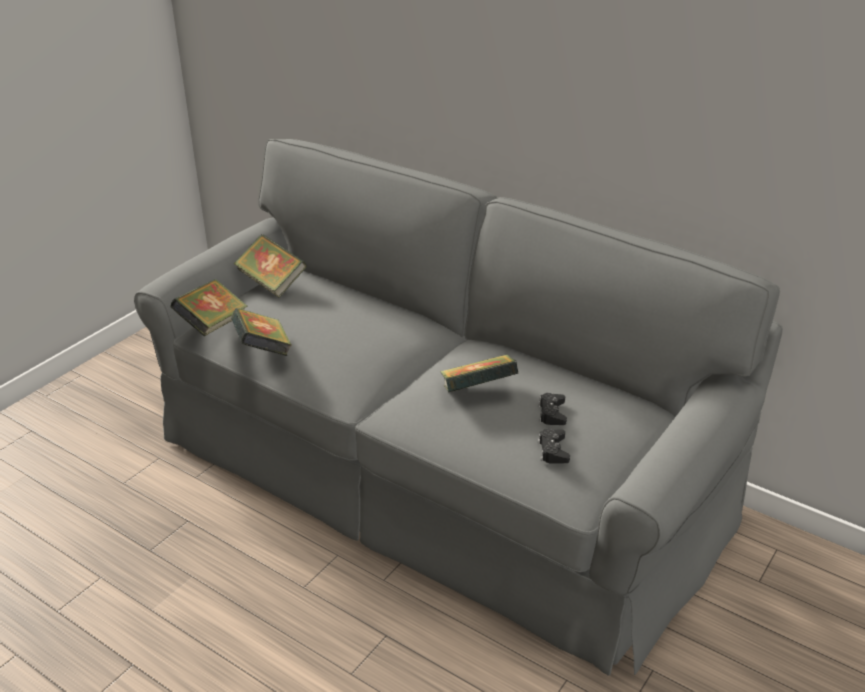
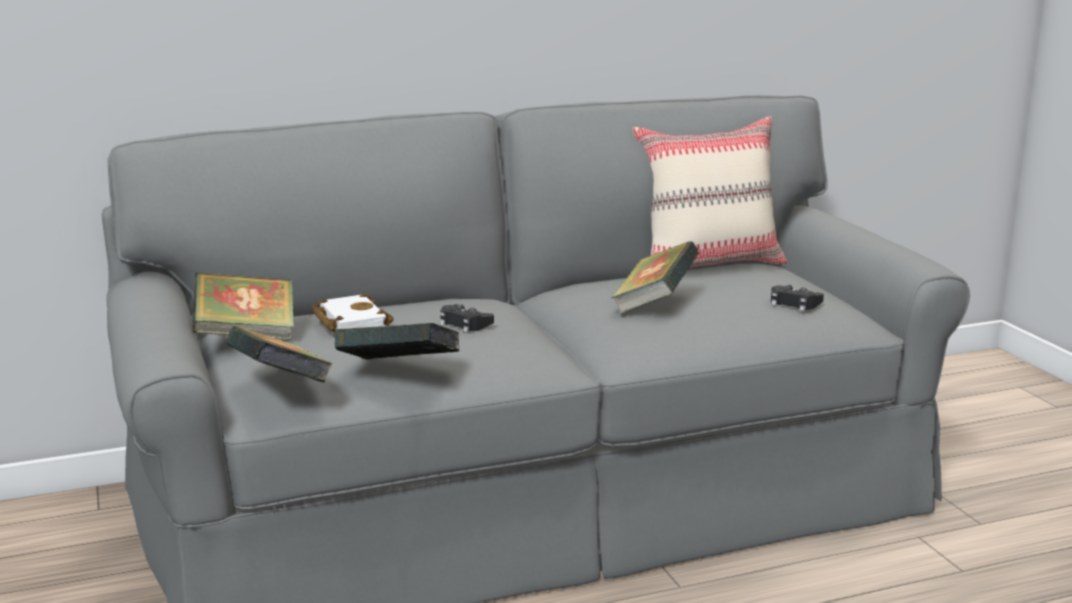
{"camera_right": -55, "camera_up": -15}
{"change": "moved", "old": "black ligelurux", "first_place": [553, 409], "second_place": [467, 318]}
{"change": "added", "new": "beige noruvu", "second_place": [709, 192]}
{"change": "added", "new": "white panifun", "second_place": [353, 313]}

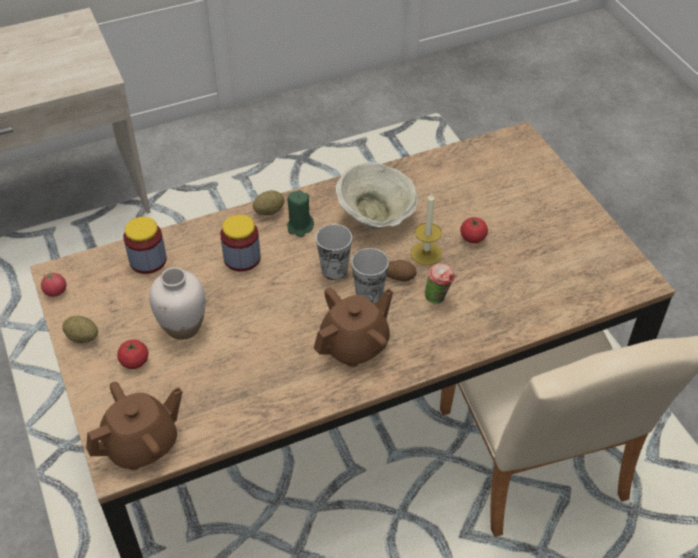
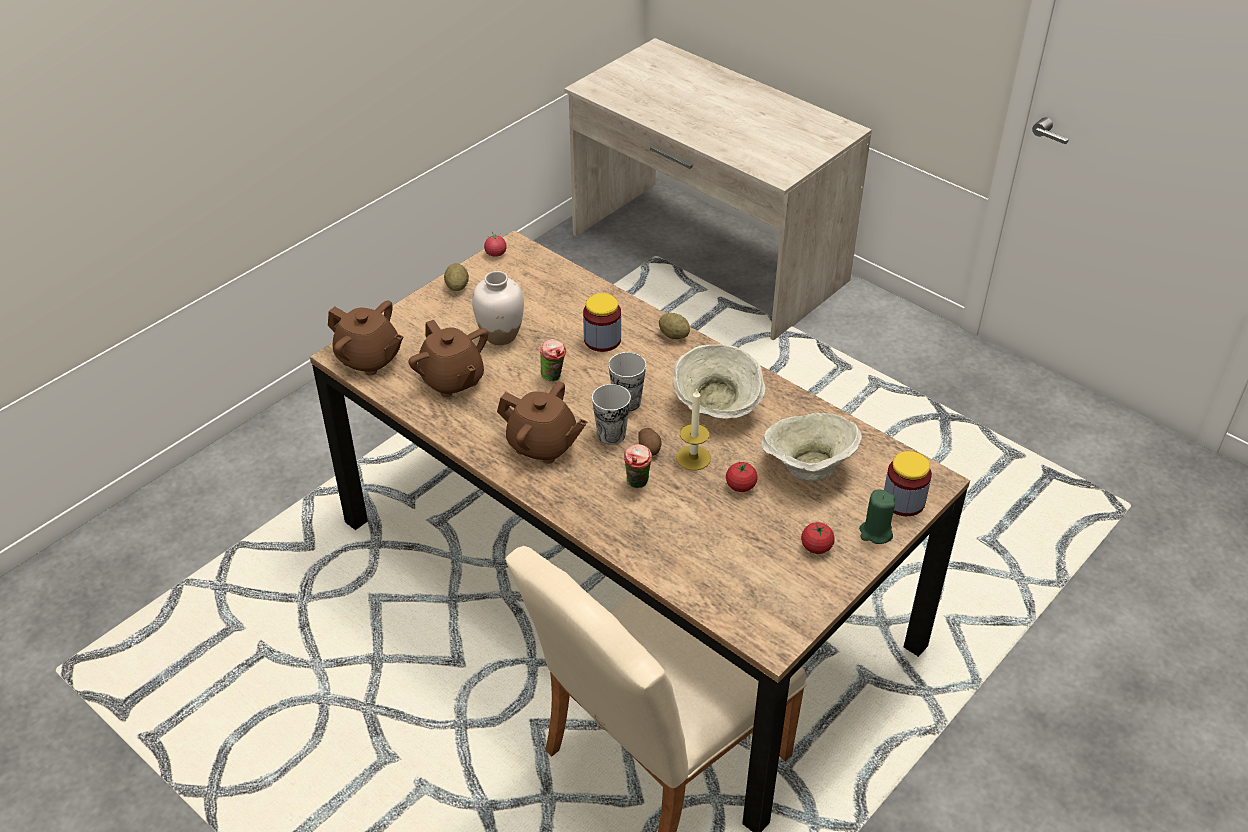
{"camera_right": 65, "camera_up": -5}
{"change": "moved", "old": "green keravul", "first_place": [300, 213], "second_place": [877, 517]}
{"change": "moved", "old": "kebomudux", "first_place": [145, 245], "second_place": [908, 483]}
{"change": "moved", "old": "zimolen", "first_place": [133, 354], "second_place": [818, 538]}
{"change": "added", "new": "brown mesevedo", "second_place": [448, 358]}
{"change": "added", "new": "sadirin", "second_place": [553, 360]}
{"change": "added", "new": "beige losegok", "second_place": [812, 447]}

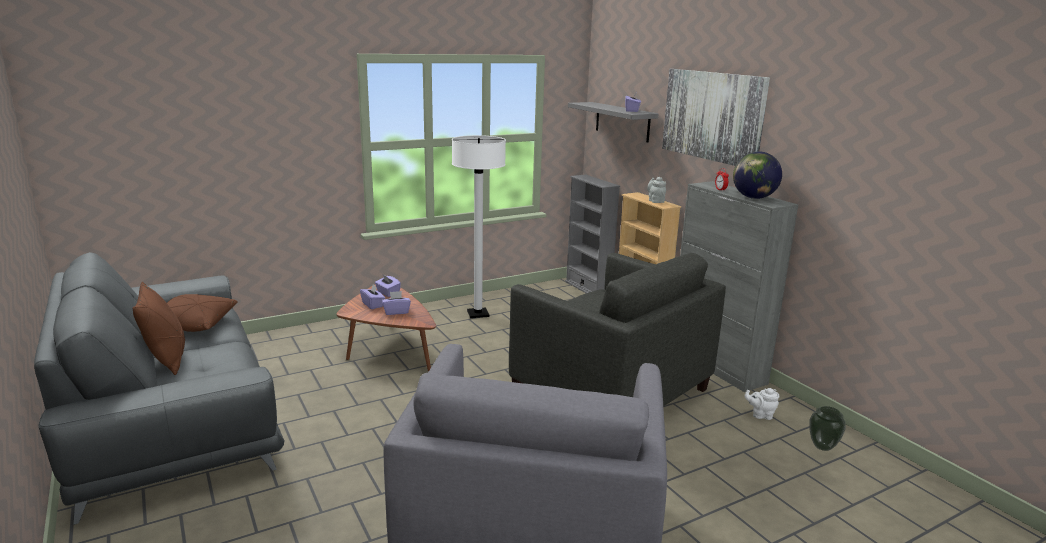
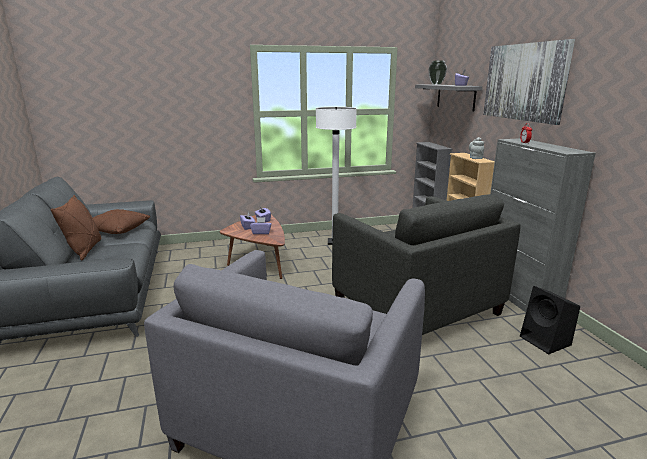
{"camera_right": 15, "camera_up": 0}
{"change": "removed", "old": "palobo", "first_place": [757, 175]}
{"change": "replaced", "old": "white mesevedo", "new": "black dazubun", "first_place": [762, 404], "second_place": [550, 320]}
{"change": "moved", "old": "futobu", "first_place": [827, 428], "second_place": [437, 73]}

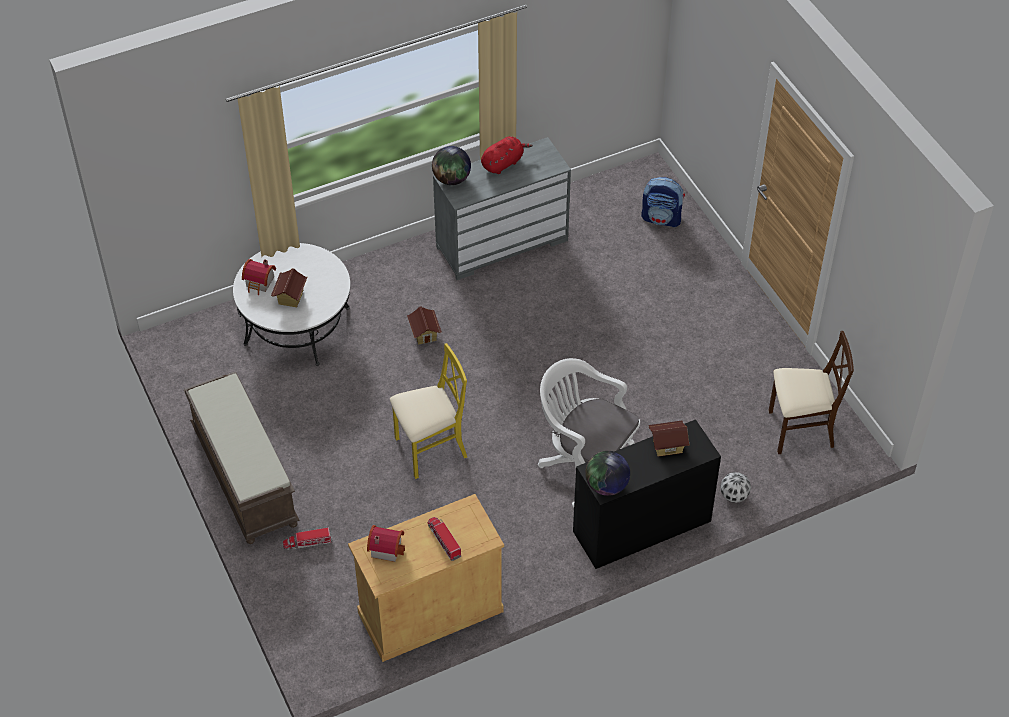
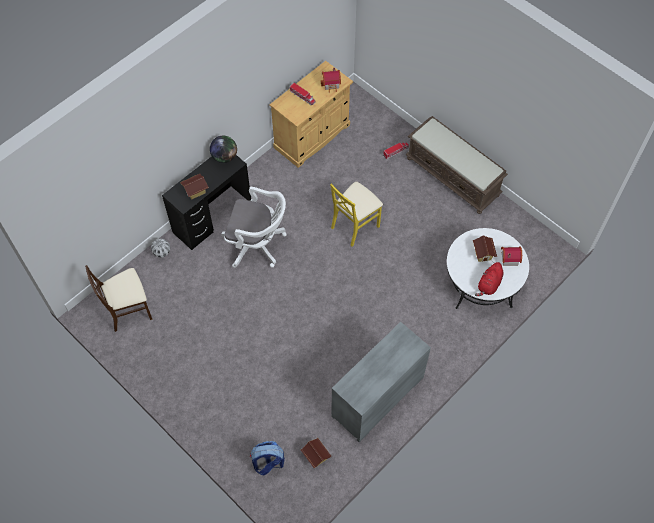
{"camera_right": 160, "camera_up": 10}
{"change": "moved", "old": "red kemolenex", "first_place": [507, 155], "second_place": [489, 279]}
{"change": "removed", "old": "palobo", "first_place": [451, 165]}
{"change": "moved", "old": "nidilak", "first_place": [424, 325], "second_place": [316, 453]}

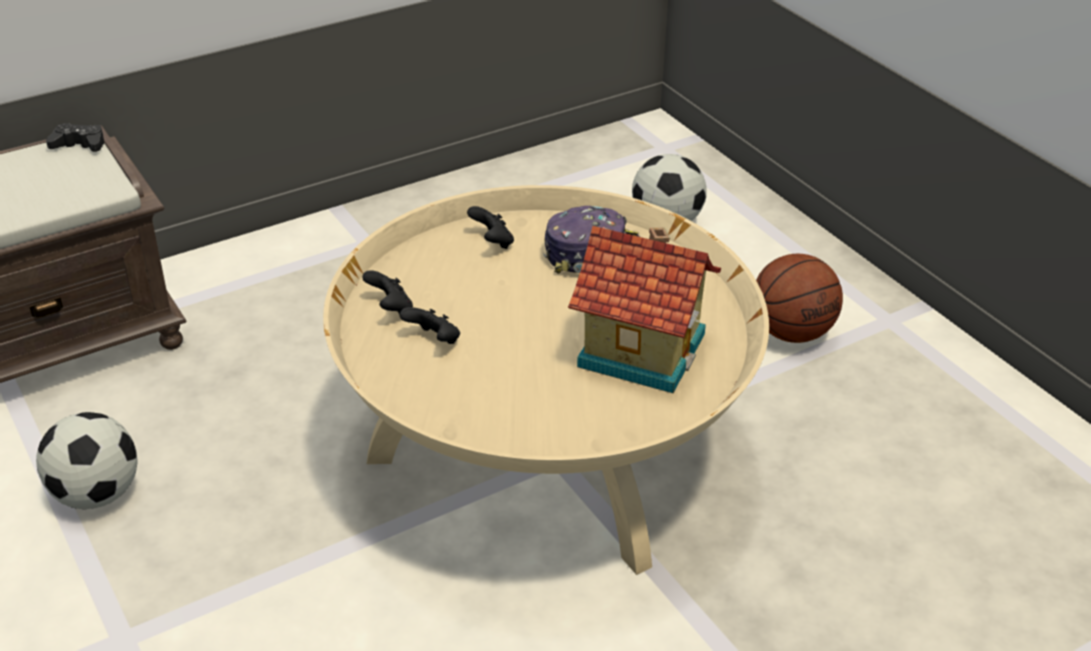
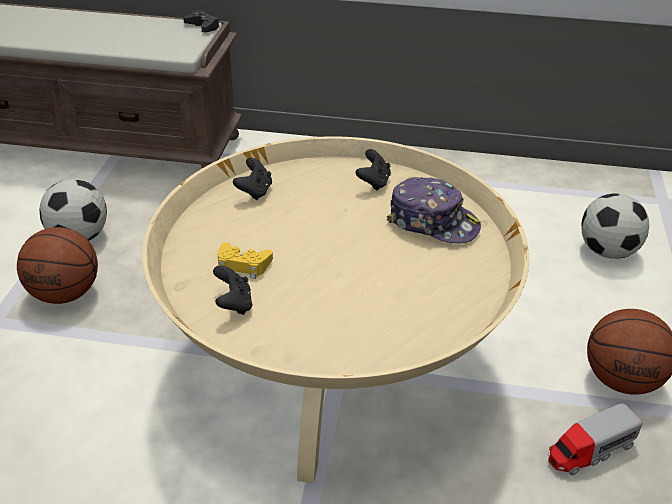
{"camera_right": 40, "camera_up": 0}
{"change": "removed", "old": "nidilak", "first_place": [644, 309]}
{"change": "moved", "old": "black ligelurux", "first_place": [430, 325], "second_place": [233, 290]}
{"change": "added", "new": "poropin", "second_place": [57, 265]}
{"change": "added", "new": "yellow ligelurux", "second_place": [245, 261]}
{"change": "added", "new": "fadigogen", "second_place": [595, 439]}

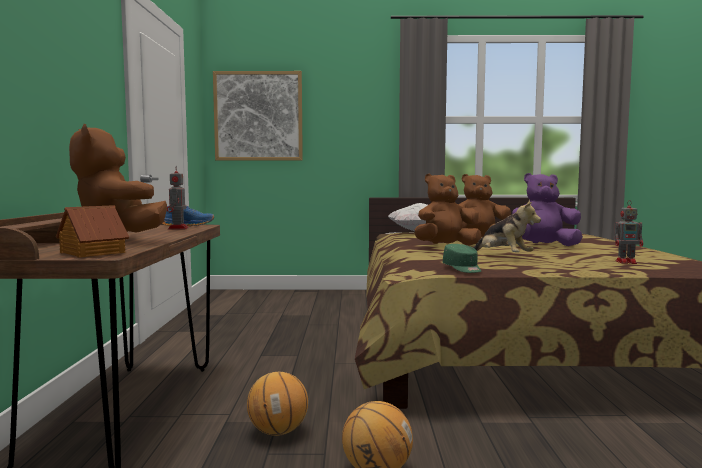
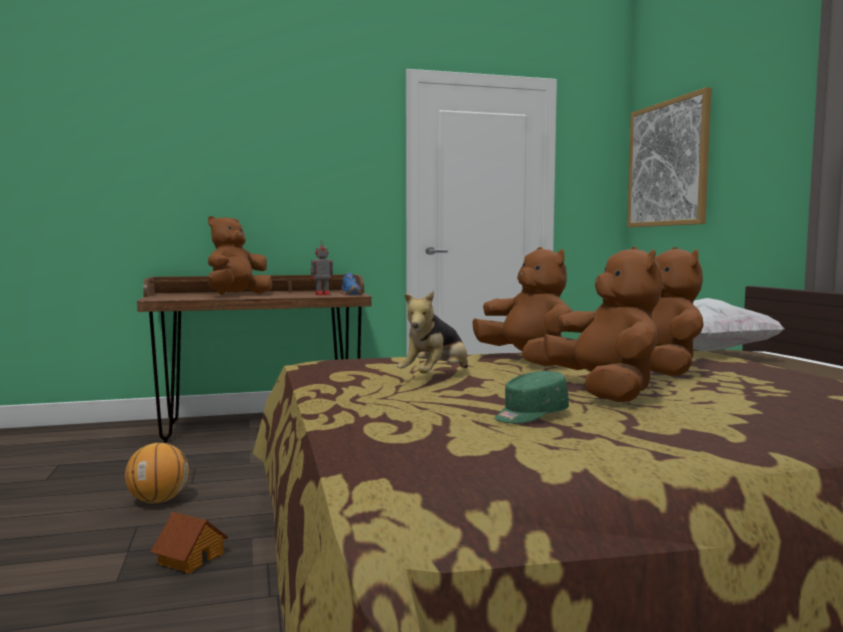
{"camera_right": 75, "camera_up": 0}
{"change": "recoloured", "old": "purple kemolenex", "new": "brown kemolenex", "first_place": [547, 209], "second_place": [603, 324]}
{"change": "removed", "old": "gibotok", "first_place": [628, 232]}
{"change": "moved", "old": "nidilak", "first_place": [92, 231], "second_place": [189, 543]}
{"change": "moved", "old": "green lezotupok", "first_place": [462, 258], "second_place": [531, 397]}
{"change": "removed", "old": "poropin", "first_place": [277, 404]}

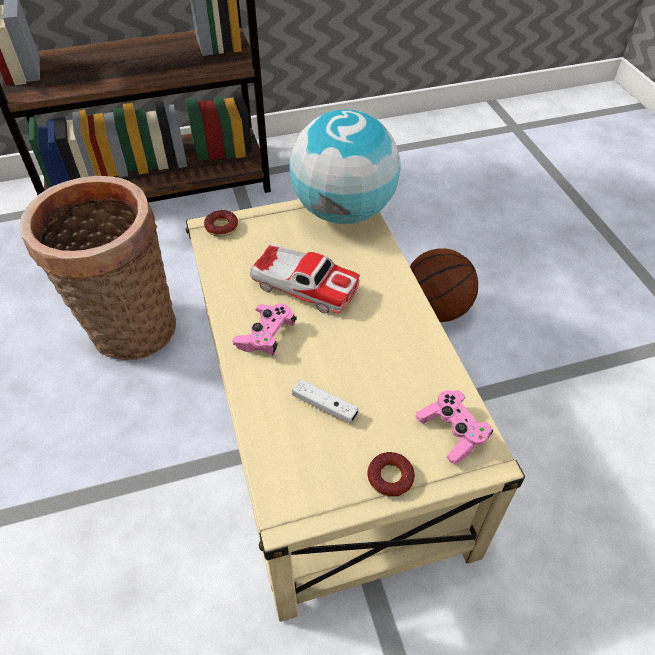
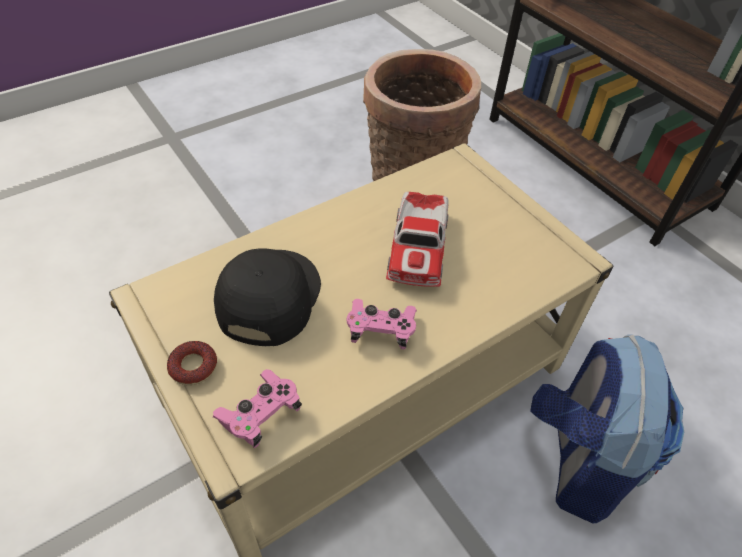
{"camera_right": 70, "camera_up": 0}
{"change": "removed", "old": "palobo", "first_place": [345, 166]}
{"change": "removed", "old": "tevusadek", "first_place": [221, 223]}
{"change": "replaced", "old": "poropin", "new": "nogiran", "first_place": [444, 285], "second_place": [607, 428]}
{"change": "moved", "old": "pink ligelurux", "first_place": [264, 329], "second_place": [382, 324]}
{"change": "replaced", "old": "white ligelurux", "new": "black lezotupok", "first_place": [325, 401], "second_place": [267, 297]}

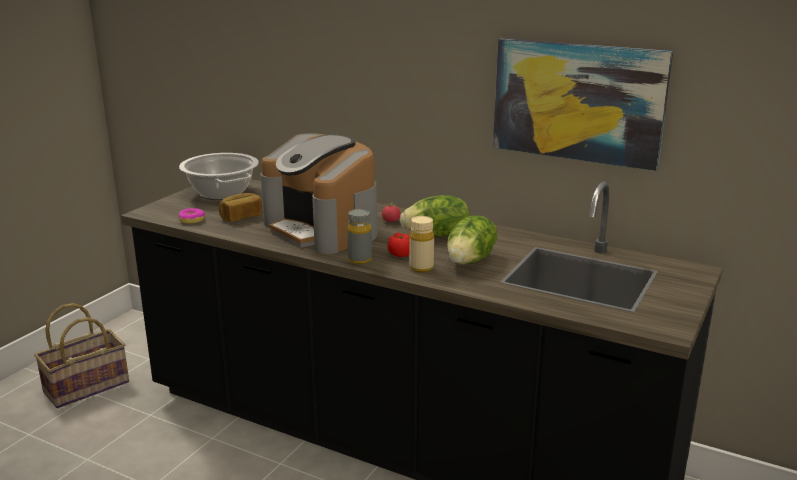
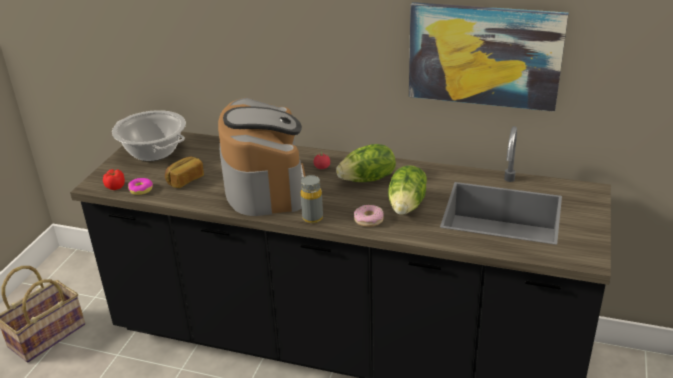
{"camera_right": -10, "camera_up": 10}
{"change": "turned", "old": "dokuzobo", "first_place": [318, 193], "second_place": [261, 157], "degrees": -135}
{"change": "replaced", "old": "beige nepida", "new": "tevusadek", "first_place": [421, 244], "second_place": [369, 216]}
{"change": "moved", "old": "zimolen", "first_place": [399, 245], "second_place": [114, 179]}

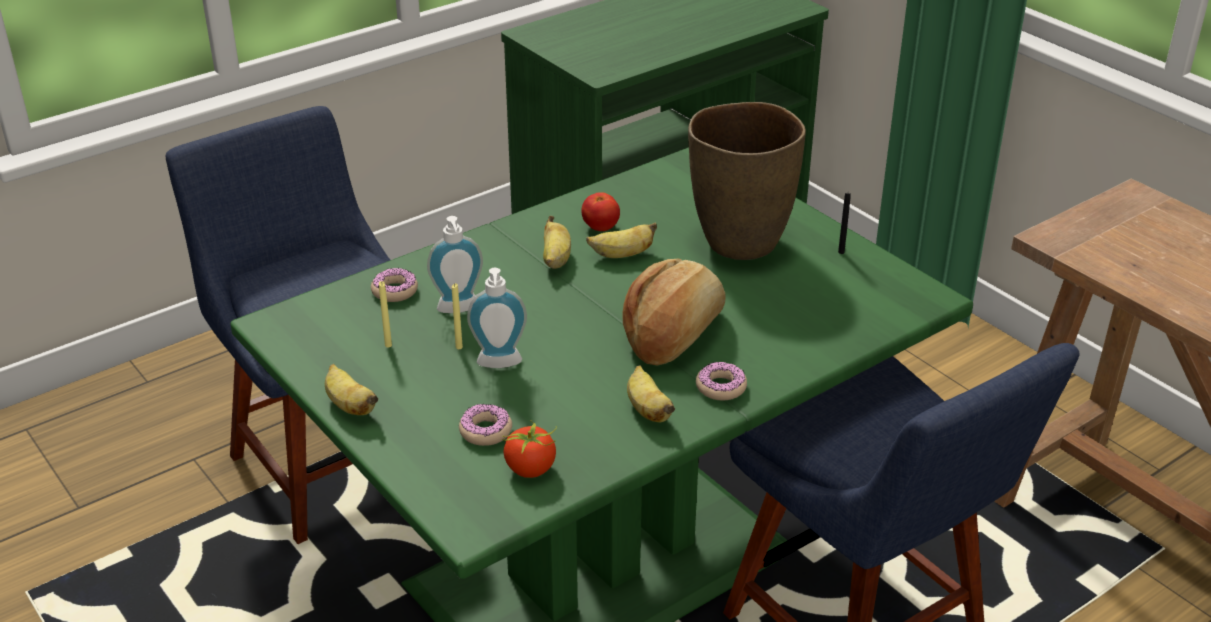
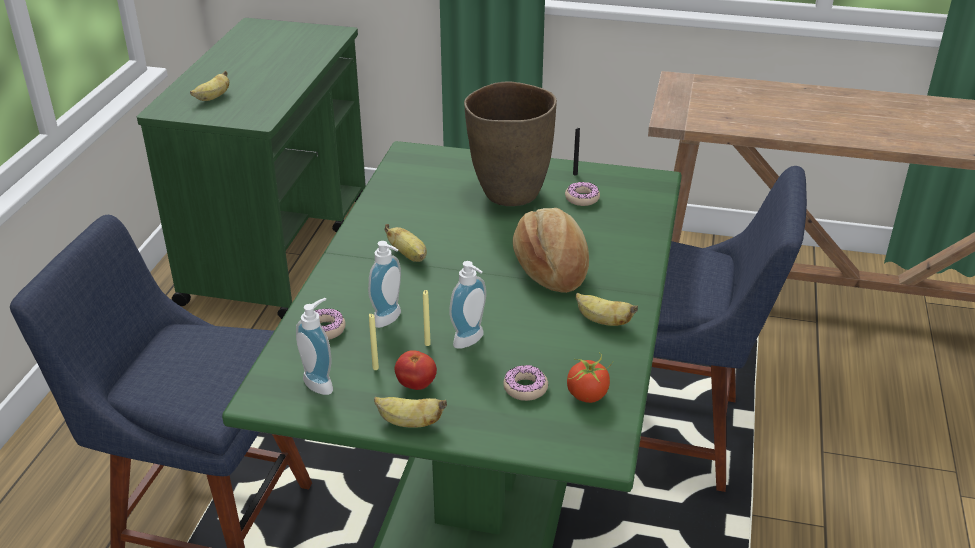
{"camera_right": -40, "camera_up": 0}
{"change": "moved", "old": "zimolen", "first_place": [600, 212], "second_place": [416, 370]}
{"change": "moved", "old": "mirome", "first_place": [621, 240], "second_place": [209, 86]}
{"change": "moved", "old": "tevusadek", "first_place": [721, 381], "second_place": [582, 194]}
{"change": "added", "new": "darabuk", "second_place": [314, 346]}

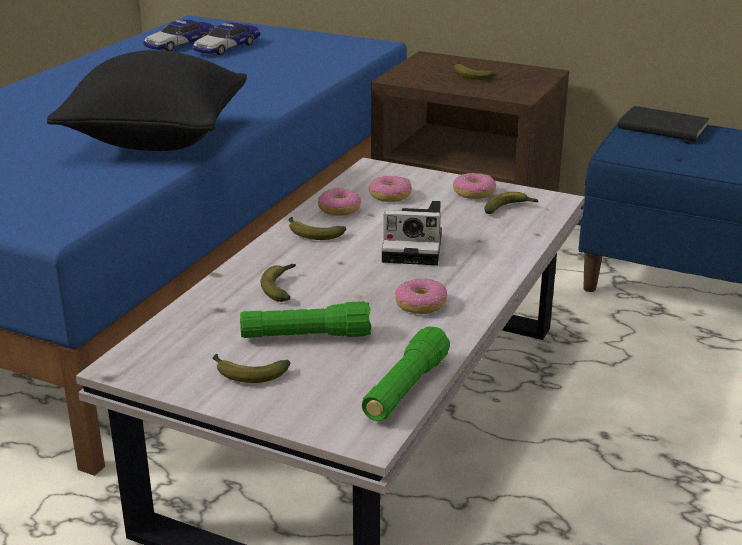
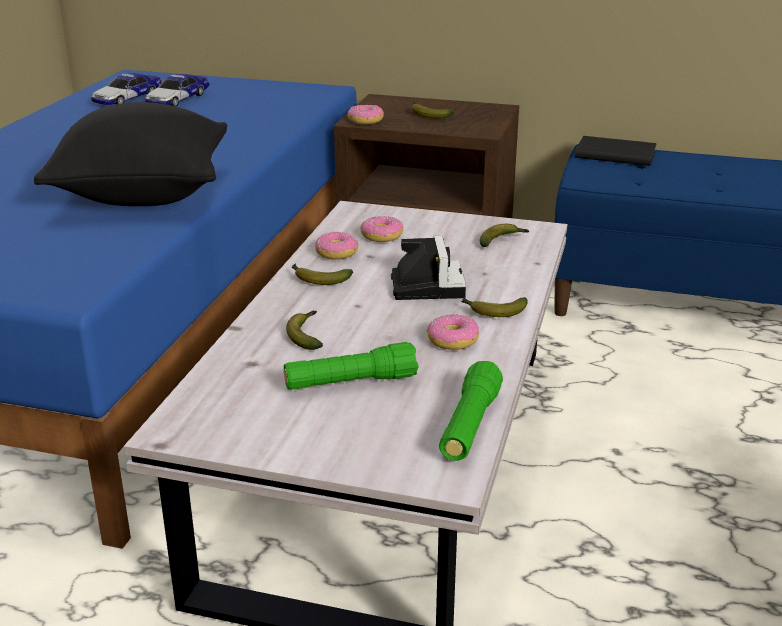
{"camera_right": -10, "camera_up": 0}
{"change": "moved", "old": "tevusadek", "first_place": [474, 186], "second_place": [365, 115]}
{"change": "turned", "old": "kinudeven", "first_place": [411, 233], "second_place": [428, 268], "degrees": -90}
{"change": "moved", "old": "mirome", "first_place": [251, 368], "second_place": [494, 307]}

